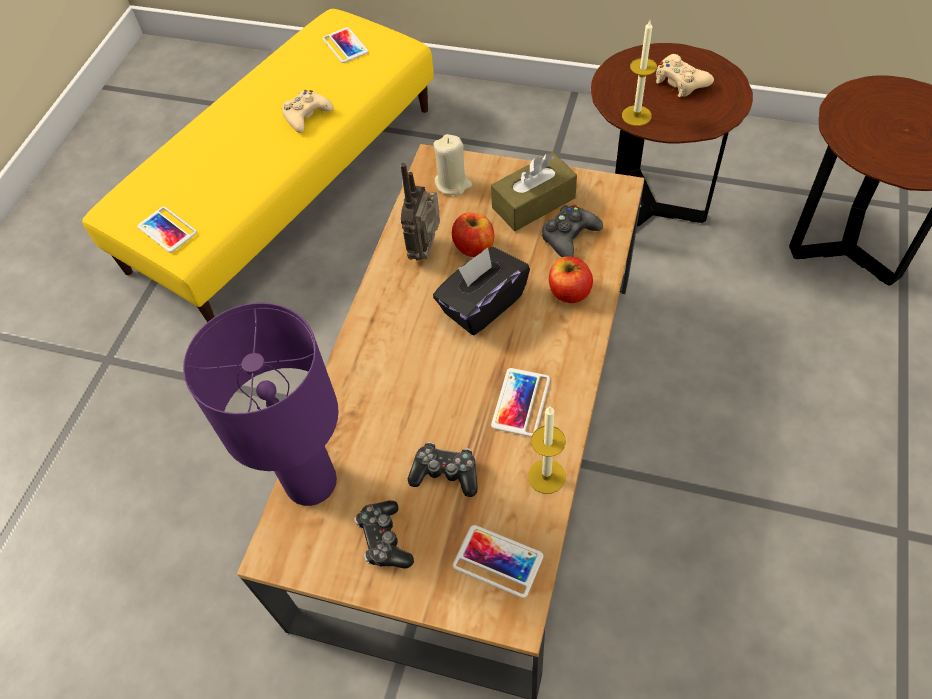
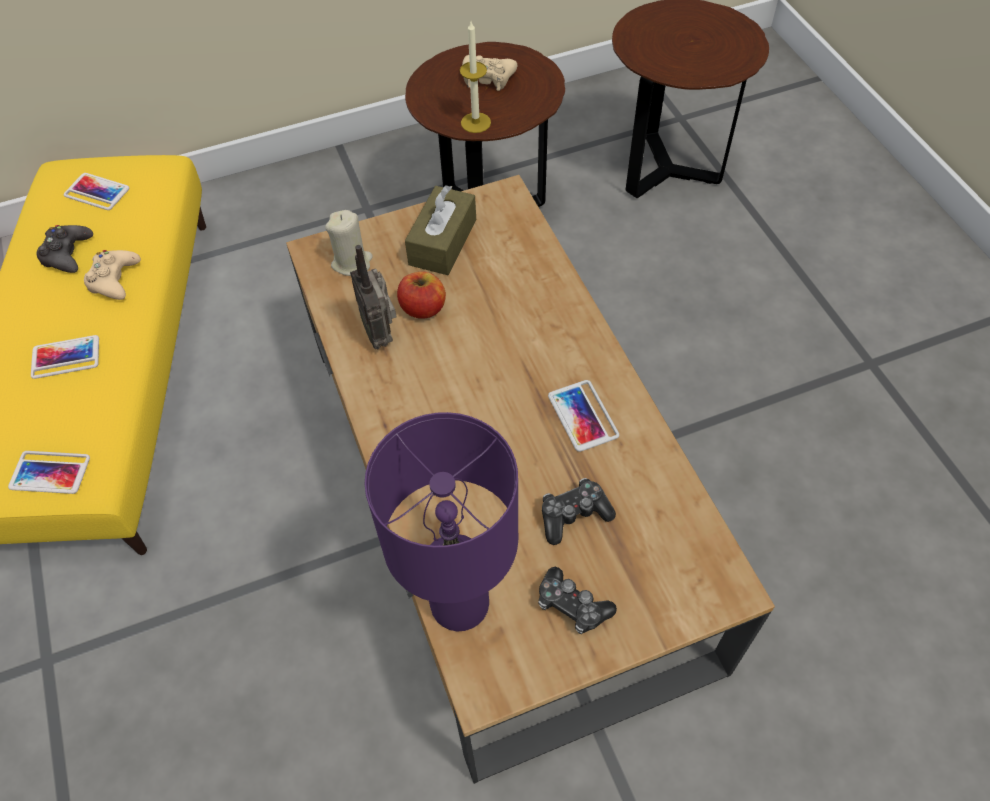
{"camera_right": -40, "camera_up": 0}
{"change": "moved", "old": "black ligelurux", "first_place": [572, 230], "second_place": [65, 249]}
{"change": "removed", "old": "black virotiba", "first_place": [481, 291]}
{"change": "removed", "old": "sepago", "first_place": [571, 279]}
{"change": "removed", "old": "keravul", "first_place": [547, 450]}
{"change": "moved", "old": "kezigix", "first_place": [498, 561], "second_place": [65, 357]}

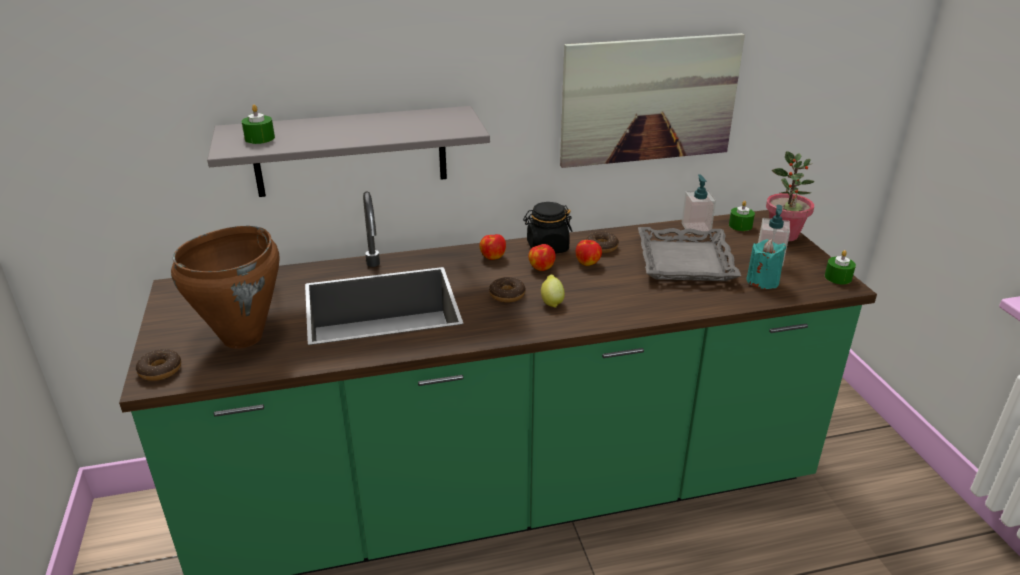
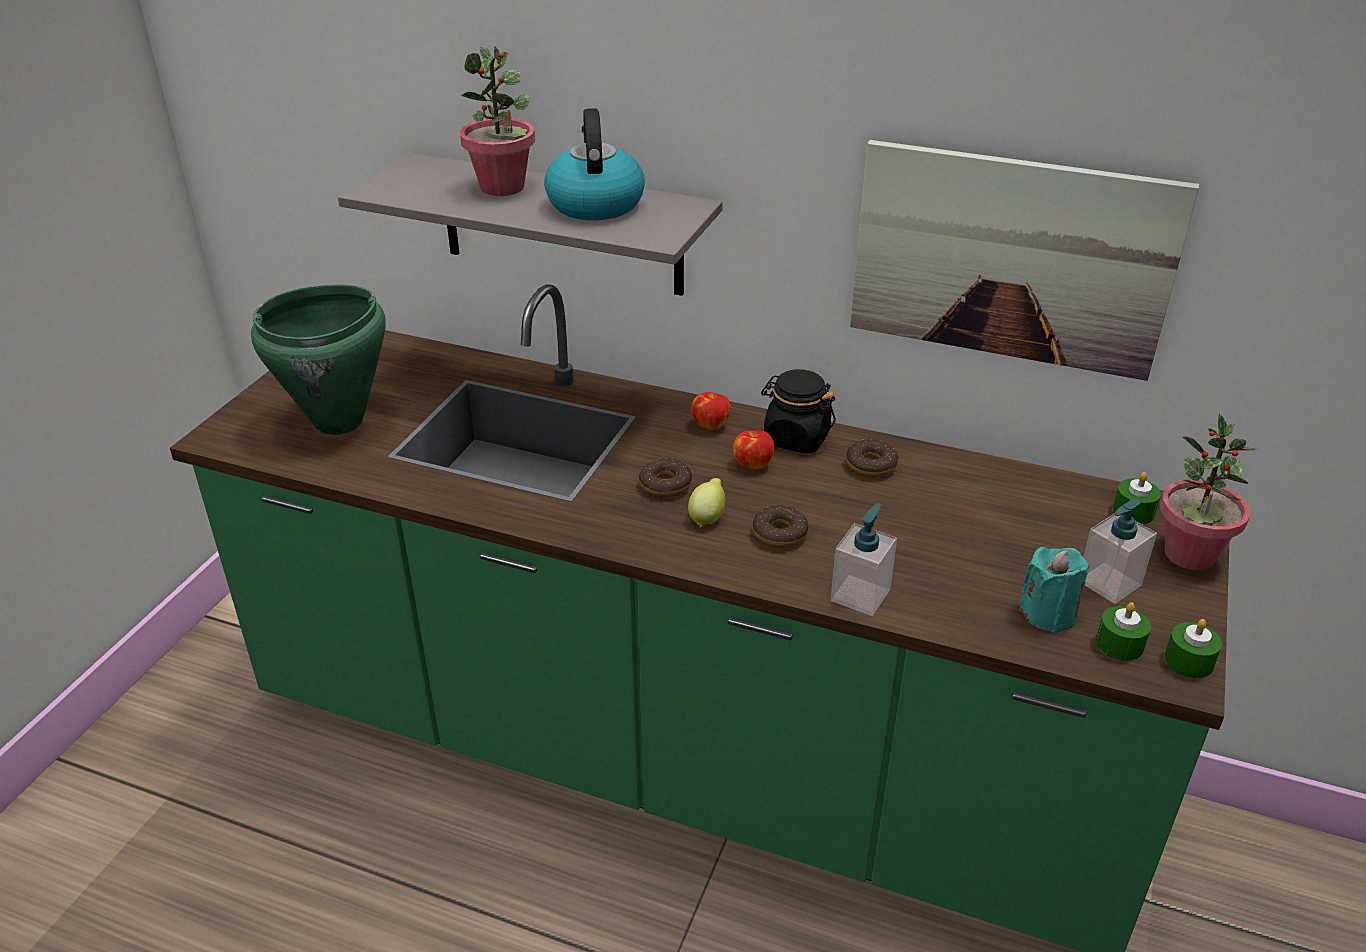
{"camera_right": 35, "camera_up": 5}
{"change": "moved", "old": "green keravul", "first_place": [258, 124], "second_place": [1123, 631]}
{"change": "moved", "old": "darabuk", "first_place": [699, 204], "second_place": [864, 559]}
{"change": "recoloured", "old": "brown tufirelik", "new": "green tufirelik", "first_place": [225, 287], "second_place": [318, 359]}
{"change": "removed", "old": "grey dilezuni", "first_place": [689, 254]}
{"change": "removed", "old": "sepago", "first_place": [589, 253]}
{"change": "moved", "old": "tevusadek", "first_place": [158, 365], "second_place": [780, 526]}
{"change": "added", "new": "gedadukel", "second_place": [497, 121]}
{"change": "added", "new": "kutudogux", "second_place": [594, 164]}

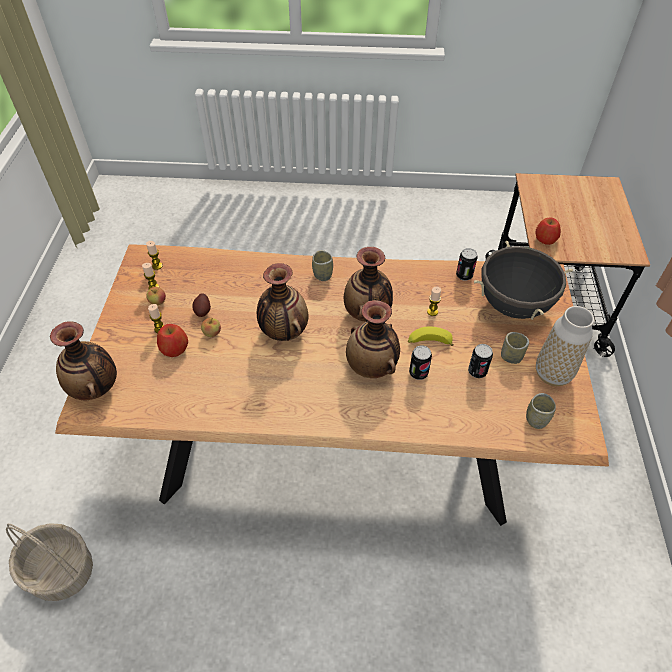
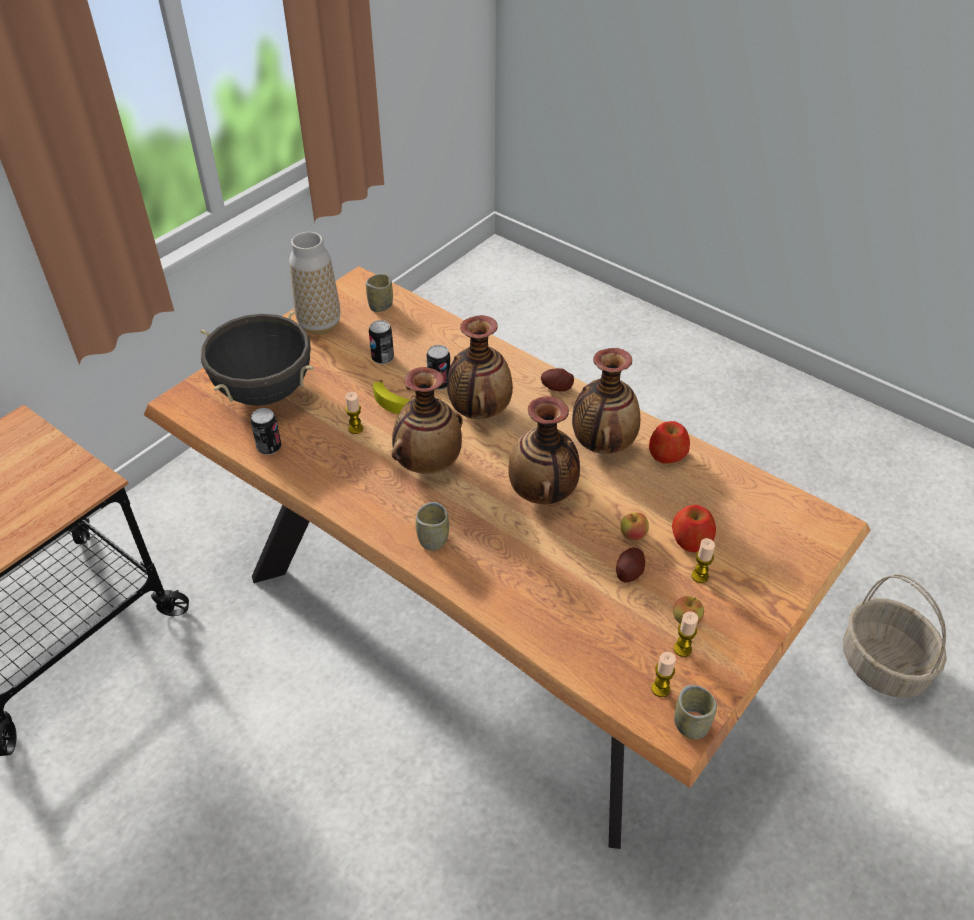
{"camera_right": -145, "camera_up": -5}
{"change": "moved", "old": "sepago", "first_place": [548, 231], "second_place": [669, 442]}
{"change": "moved", "old": "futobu", "first_place": [83, 360], "second_place": [606, 401]}
{"change": "moved", "old": "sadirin", "first_place": [515, 348], "second_place": [695, 712]}
{"change": "added", "new": "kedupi", "second_place": [557, 380]}

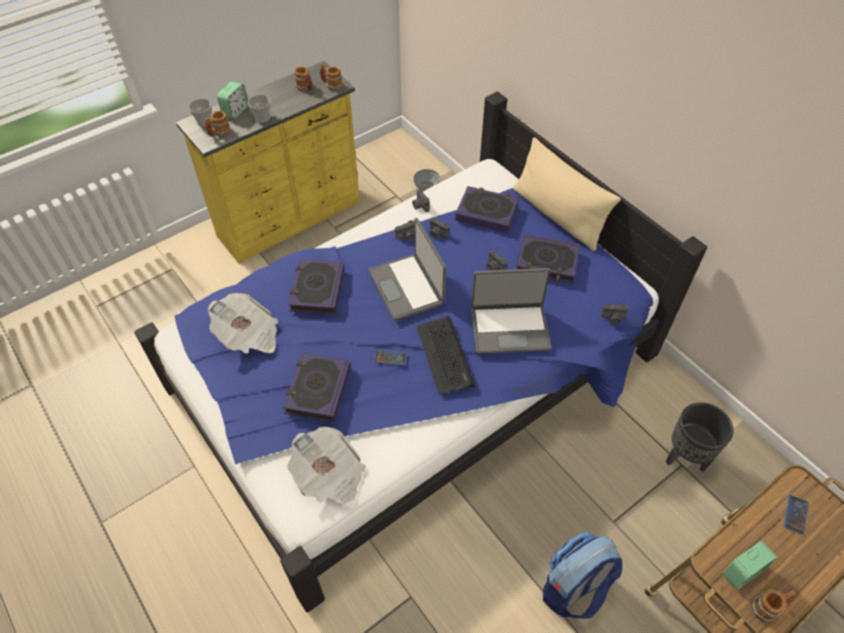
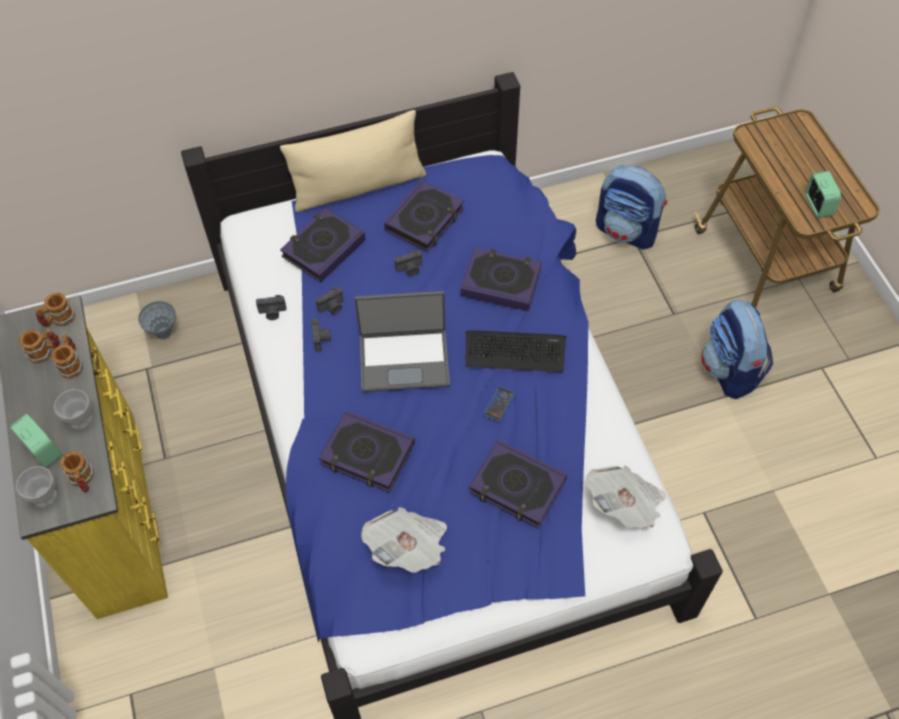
{"camera_right": -70, "camera_up": 5}
{"change": "replaced", "old": "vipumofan", "new": "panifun", "first_place": [511, 311], "second_place": [501, 279]}
{"change": "removed", "old": "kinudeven", "first_place": [614, 314]}
{"change": "replaced", "old": "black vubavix", "new": "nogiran", "first_place": [699, 437], "second_place": [631, 207]}
{"change": "removed", "old": "kezigix", "first_place": [796, 515]}
{"change": "moved", "old": "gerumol", "first_place": [773, 606], "second_place": [67, 356]}

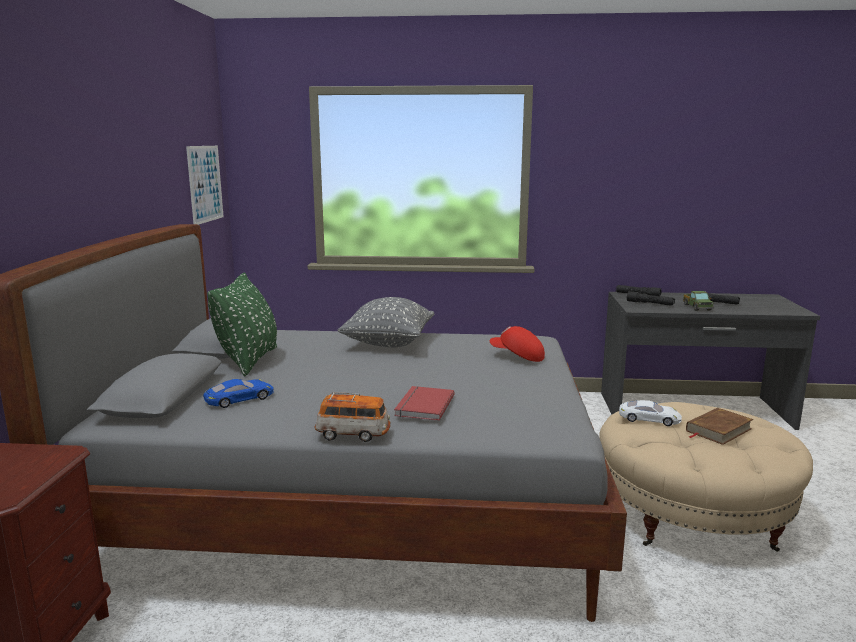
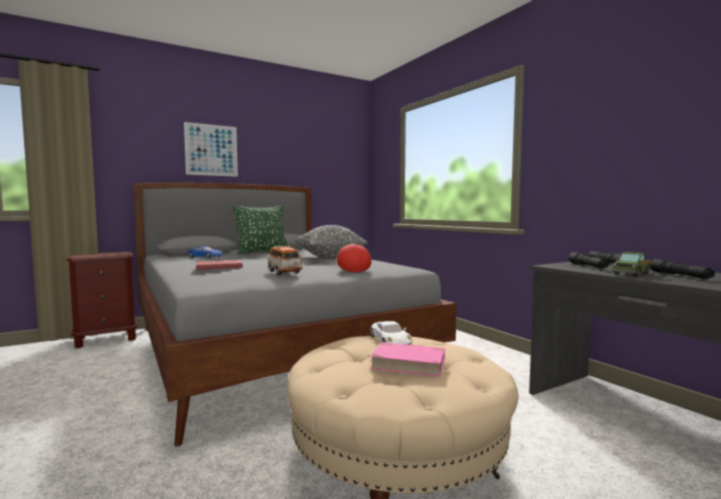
{"camera_right": 55, "camera_up": -10}
{"change": "moved", "old": "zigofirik", "first_place": [205, 185], "second_place": [211, 149]}
{"change": "moved", "old": "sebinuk", "first_place": [352, 417], "second_place": [285, 260]}
{"change": "recoloured", "old": "brown panifun", "new": "pink panifun", "first_place": [719, 426], "second_place": [406, 359]}

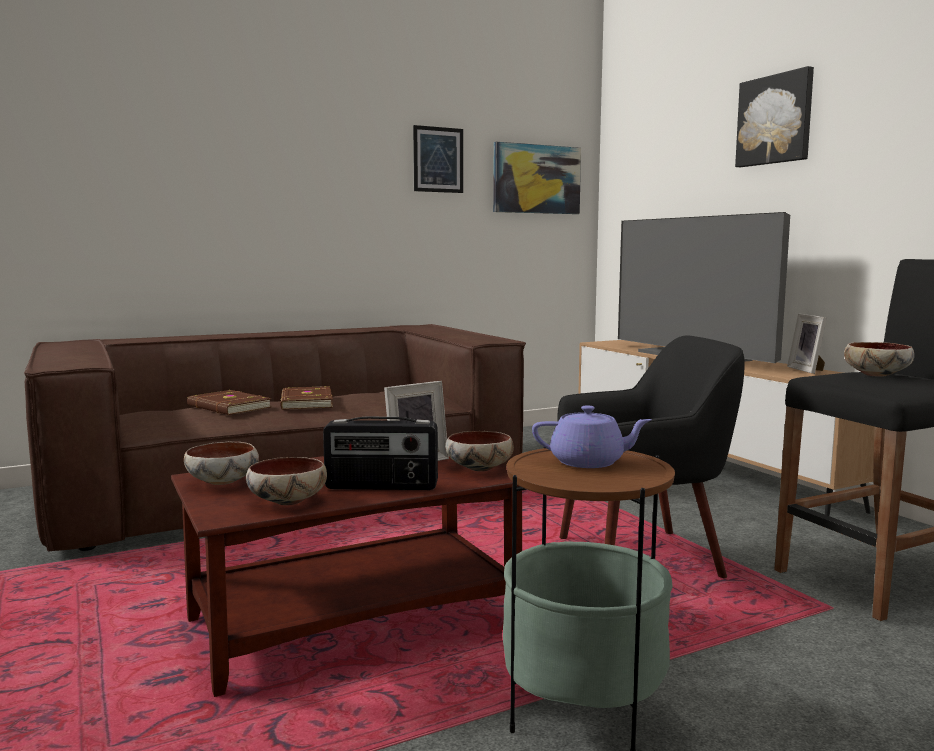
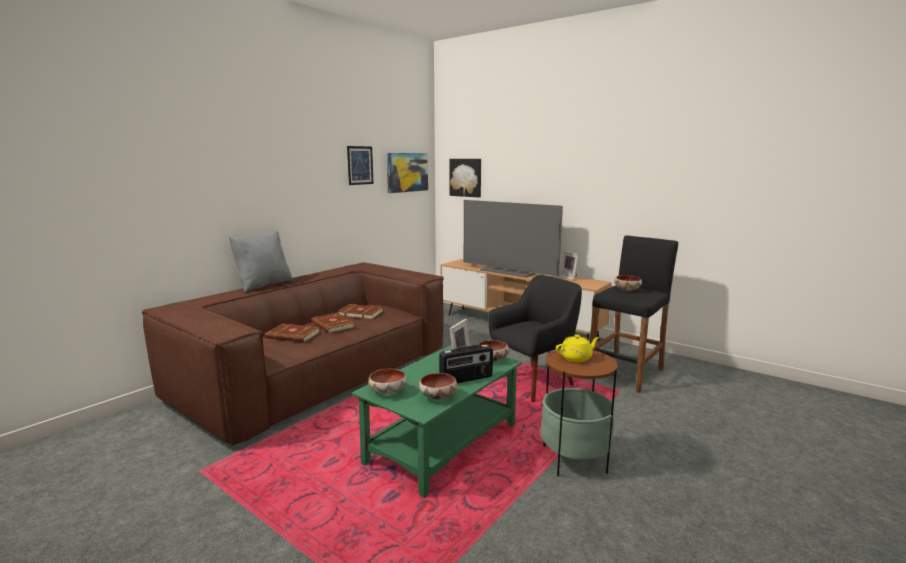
{"camera_right": -25, "camera_up": 5}
{"change": "moved", "old": "zigofirik", "first_place": [774, 116], "second_place": [465, 178]}
{"change": "recoloured", "old": "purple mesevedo", "new": "yellow mesevedo", "first_place": [592, 436], "second_place": [578, 348]}
{"change": "recoloured", "old": "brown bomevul", "new": "green bomevul", "first_place": [346, 576], "second_place": [437, 421]}
{"change": "added", "new": "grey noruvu", "second_place": [261, 261]}
{"change": "added", "new": "brown panifun", "second_place": [360, 311]}

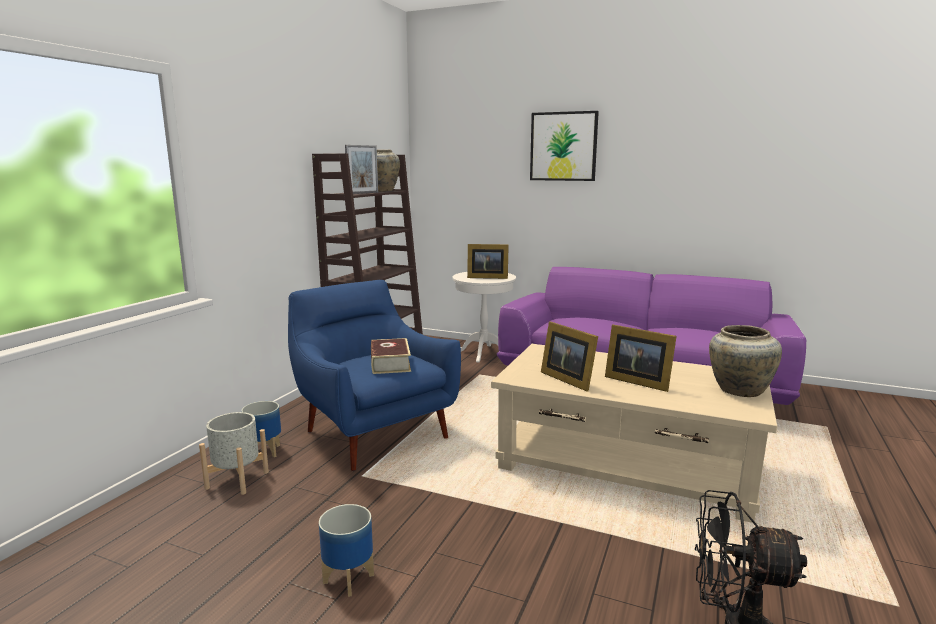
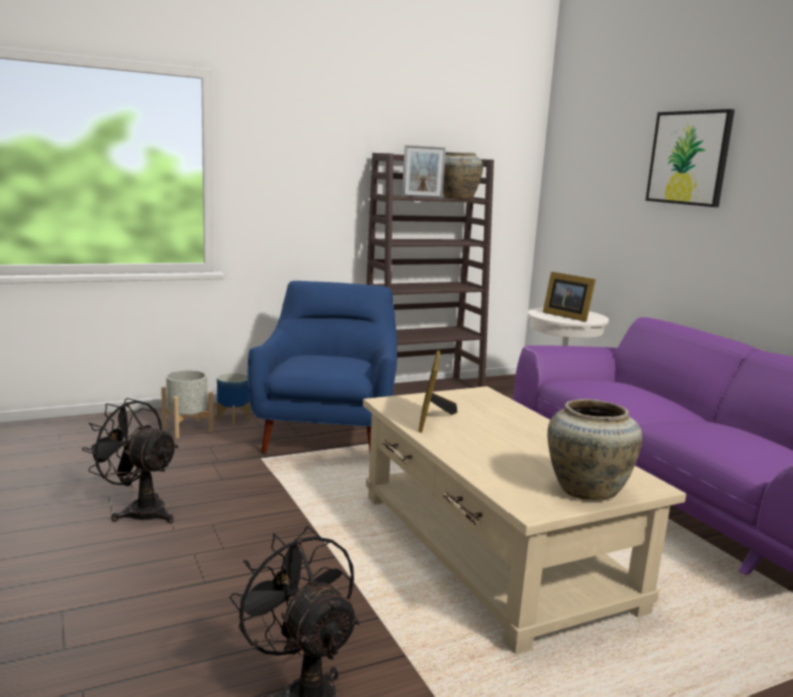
{"camera_right": 40, "camera_up": 0}
{"change": "removed", "old": "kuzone", "first_place": [641, 358]}
{"change": "removed", "old": "panifun", "first_place": [391, 356]}
{"change": "replaced", "old": "vubavix", "new": "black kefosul", "first_place": [346, 550], "second_place": [130, 460]}

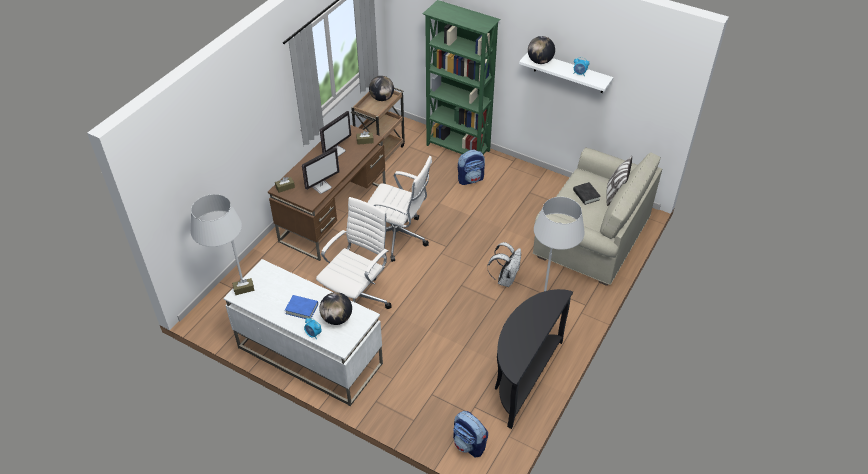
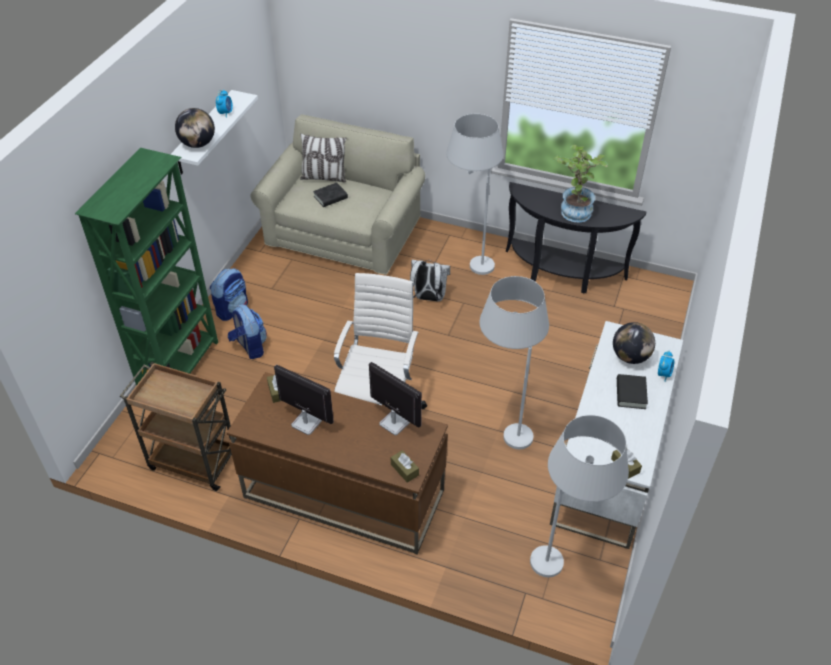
{"camera_right": -100, "camera_up": 0}
{"change": "removed", "old": "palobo", "first_place": [381, 88]}
{"change": "replaced", "old": "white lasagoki", "new": "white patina", "first_place": [354, 253], "second_place": [514, 362]}
{"change": "recoloured", "old": "blue panifun", "new": "black panifun", "first_place": [301, 307], "second_place": [632, 391]}
{"change": "moved", "old": "nogiran", "first_place": [470, 434], "second_place": [229, 294]}
{"change": "added", "new": "gedadukel", "second_place": [580, 184]}

